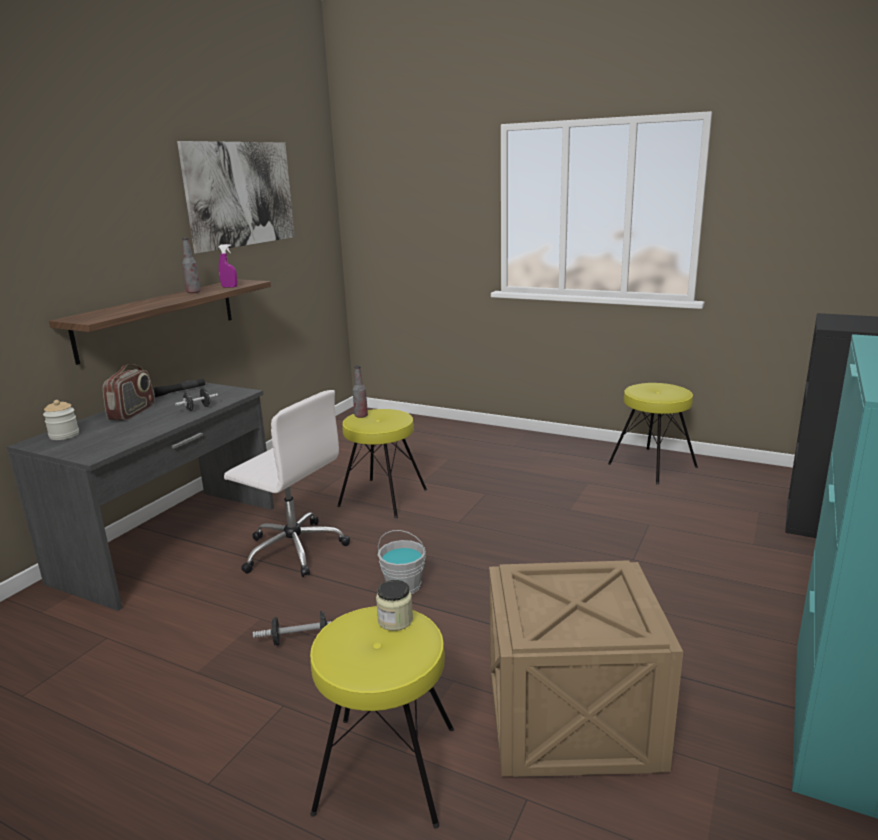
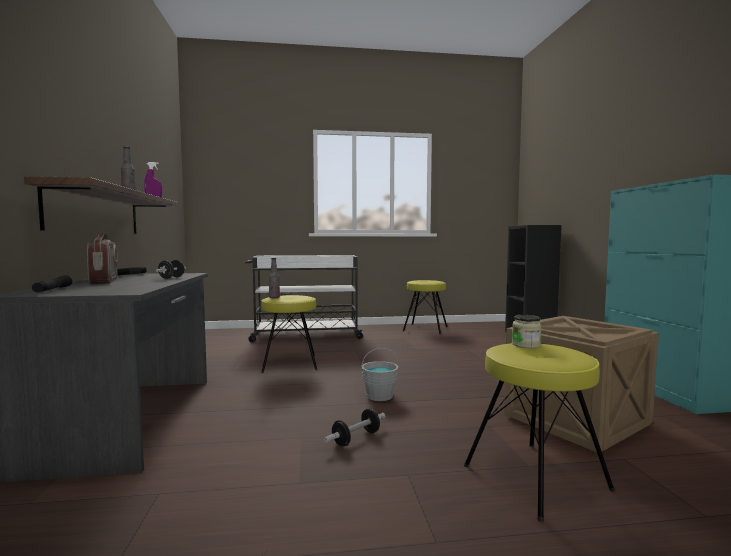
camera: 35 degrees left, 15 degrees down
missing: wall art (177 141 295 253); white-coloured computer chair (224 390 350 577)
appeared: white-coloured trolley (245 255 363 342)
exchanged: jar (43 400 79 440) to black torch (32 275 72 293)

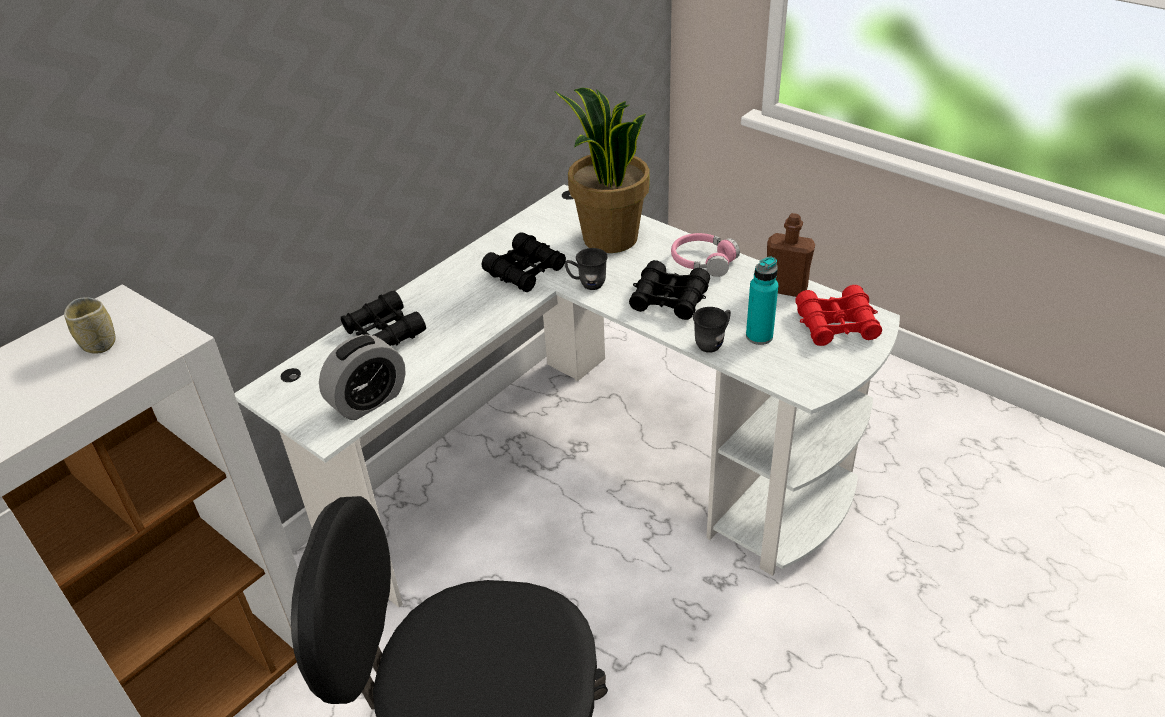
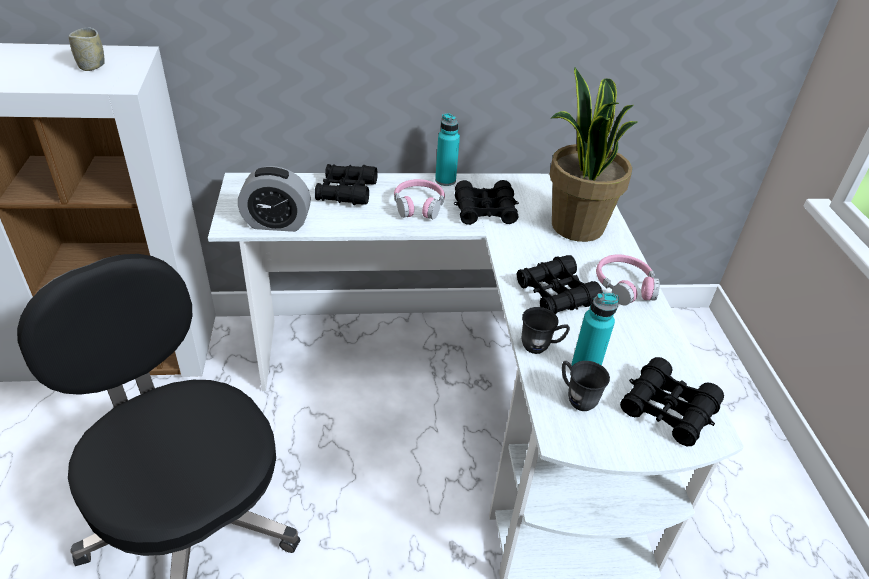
camera: 40 degrees right, 0 degrees up
missing: brown beverage bottle (767 213 815 297)
appeared: turquoise-coloured beverage bottle (435 113 460 186); pink-coloured headphones (394 179 445 219)
relocated: grey mug (565 248 608 290) to (562 361 610 411)
colour: red pair of binoculars (796 285 882 346) to black pair of binoculars (620 357 724 446)

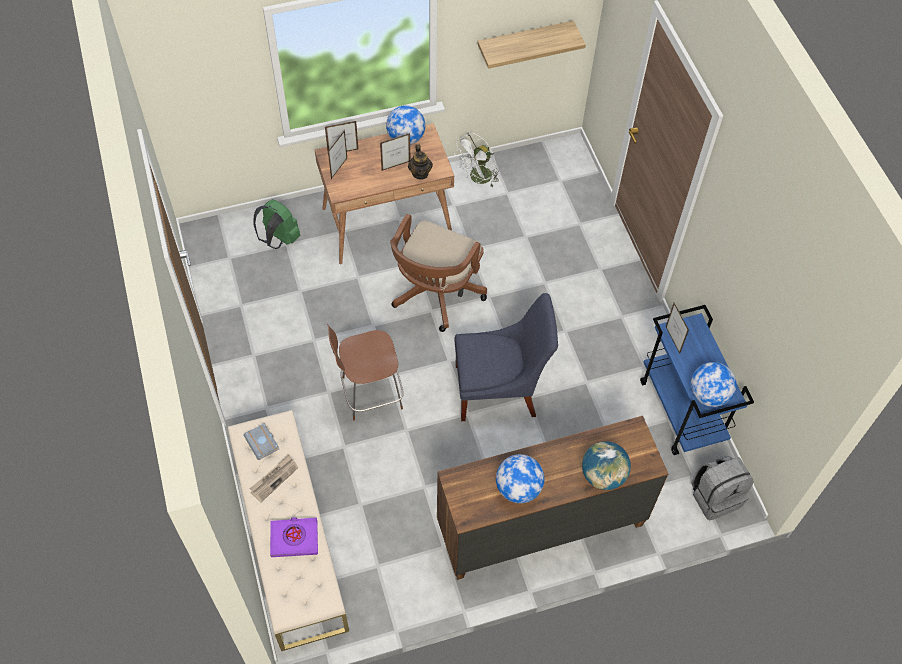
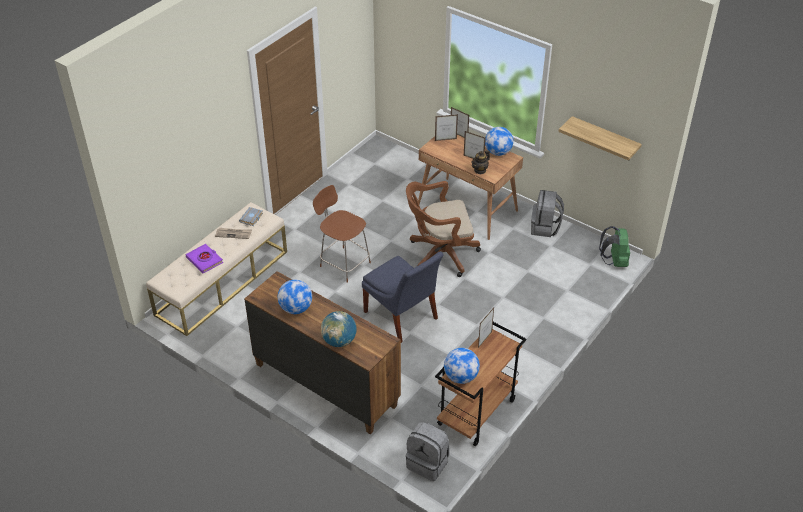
camera: 55 degrees right, 15 degrees down
relocated: greenish backpack (253 199 301 249) to (599 226 630 267)
exchanged: white-coloured electric fan (454 133 499 187) to grey backpack (531 190 564 237)
colour: blue-coloured trolley (640 305 754 455) to brown trolley (435 322 526 446)

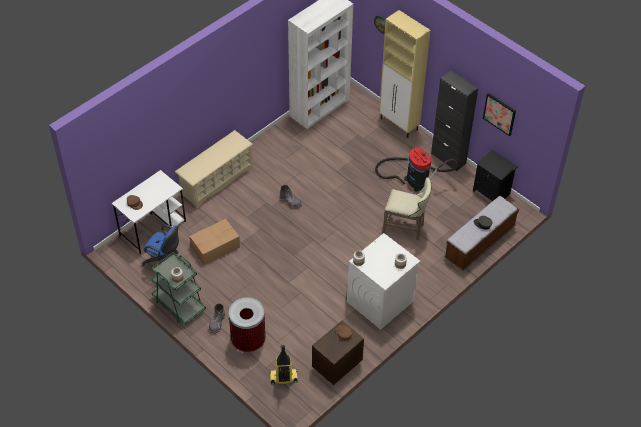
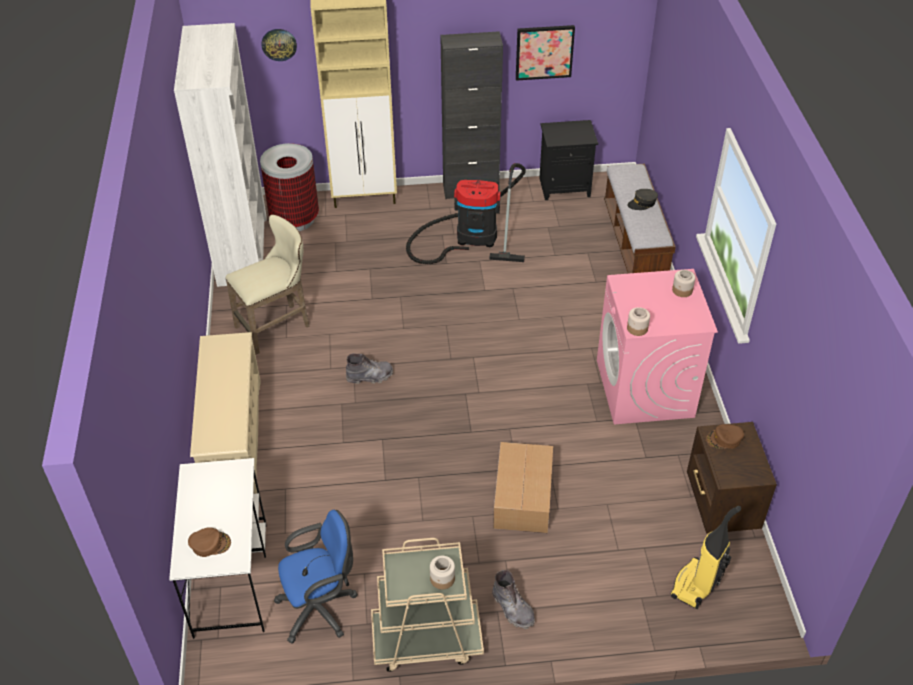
camera: 50 degrees left, 5 degrees down
relocated: beige-coloured stool (382 177 432 240) to (225 215 310 355); cardboard box (190 219 240 265) to (493 442 553 533); waste bin (229 298 266 353) to (260 143 319 231)
colour: white-coloured laundry machine (347 233 420 330) to pink-coloured laundry machine (597 269 718 424); greenish trolley (152 252 206 325) to beige-coloured trolley (371 538 484 672)

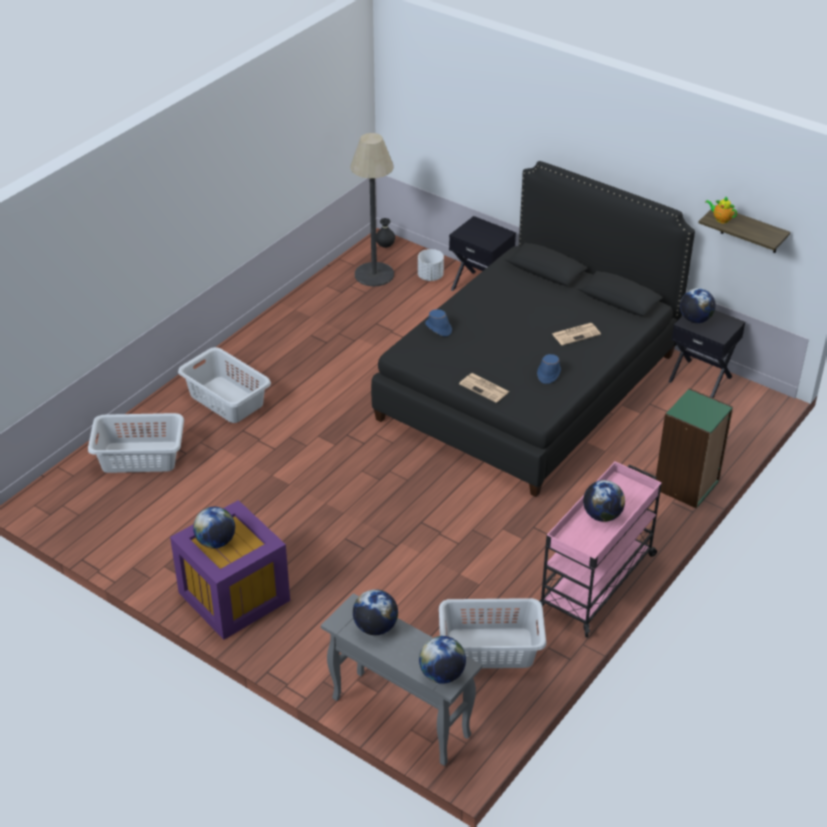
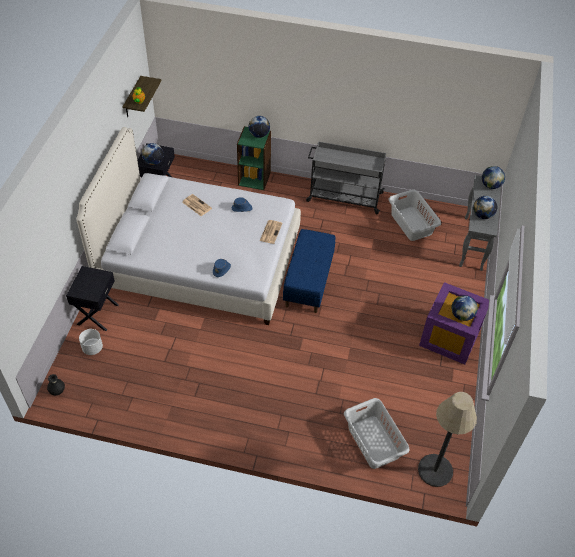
camera: 115 degrees left, 10 degrees up
missing: grey hamper (178 347 271 423)
appeared: blue-coloured bench (283 229 335 313)
relocated: floor lamp (350 133 394 286) to (418 392 477 487); world globe (583 480 625 522) to (249 116 270 138)
colour: black sleeping bed (371 161 695 497) to white-coloured sleeping bed (76 127 301 325); pink-coloured trolley (540 461 662 637) to grey trolley (306 141 386 214)

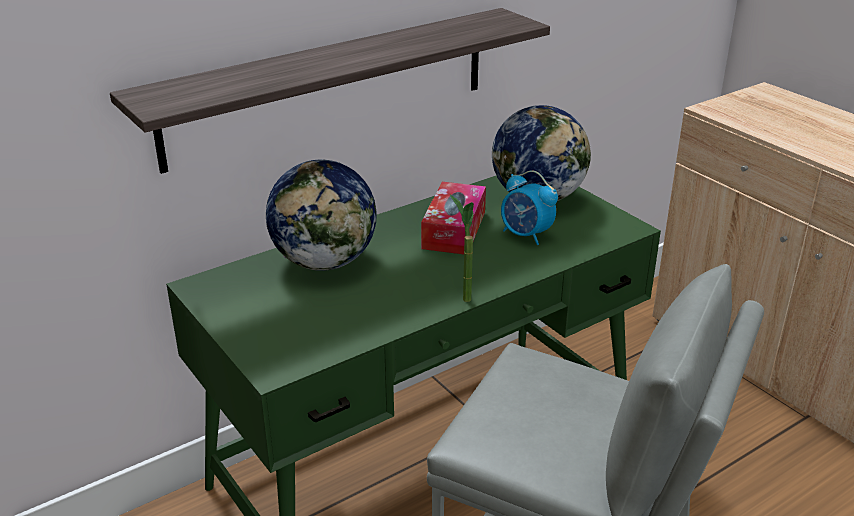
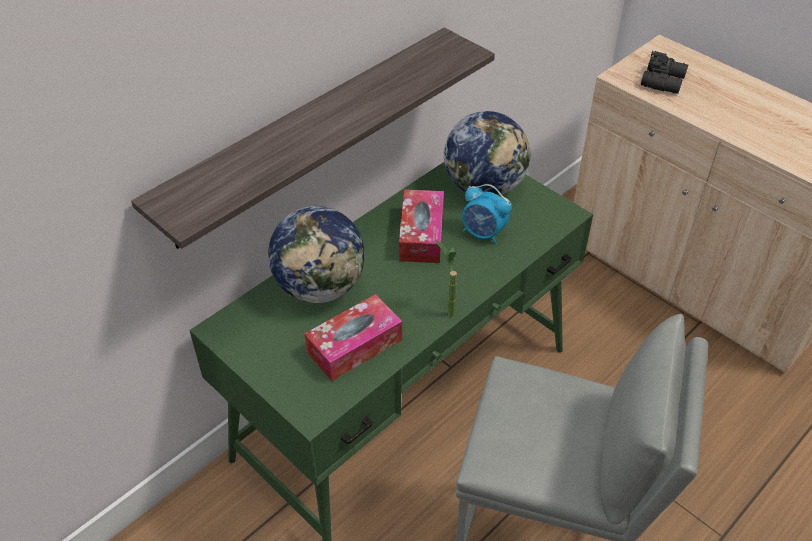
camera: 10 degrees left, 15 degrees up
appeared: black pair of binoculars (641 51 688 94); tissue box (304 294 402 381)

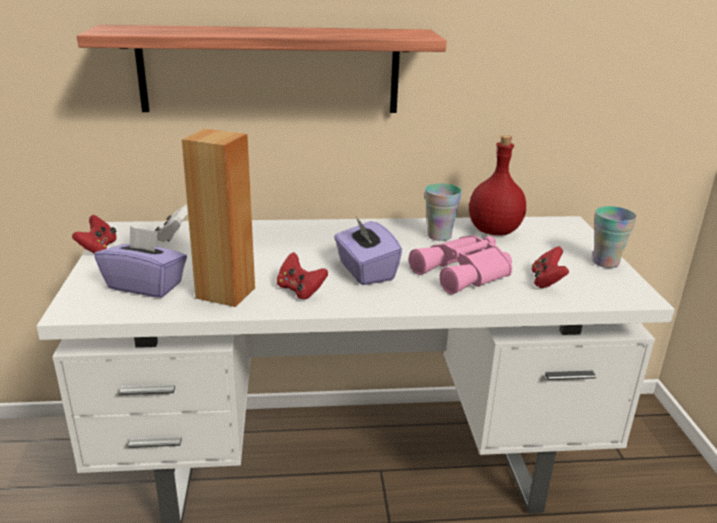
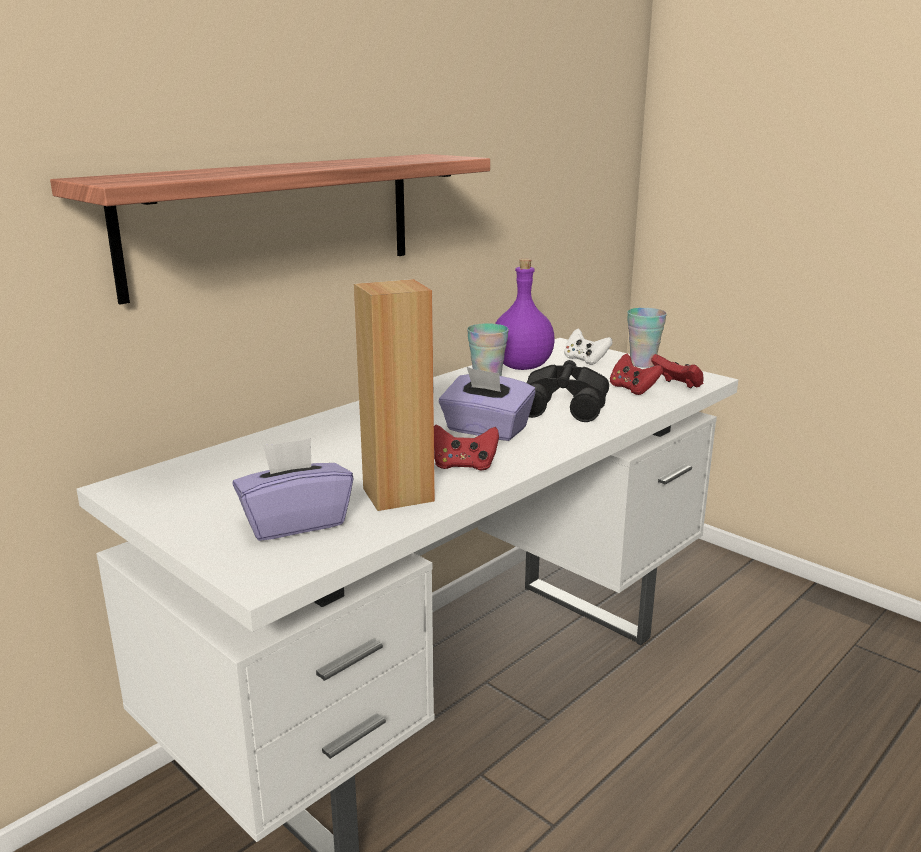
camera: 40 degrees left, 5 degrees down
relocated: white-coloured gamepad (155 205 188 242) to (564 329 613 365); red gamepad (72 215 117 254) to (651 354 704 388)
colour: red beverage bottle (469 135 526 236) to purple-coloured beverage bottle (495 259 555 370); pink-coloured pair of binoculars (409 235 512 294) to black pair of binoculars (527 360 609 422)

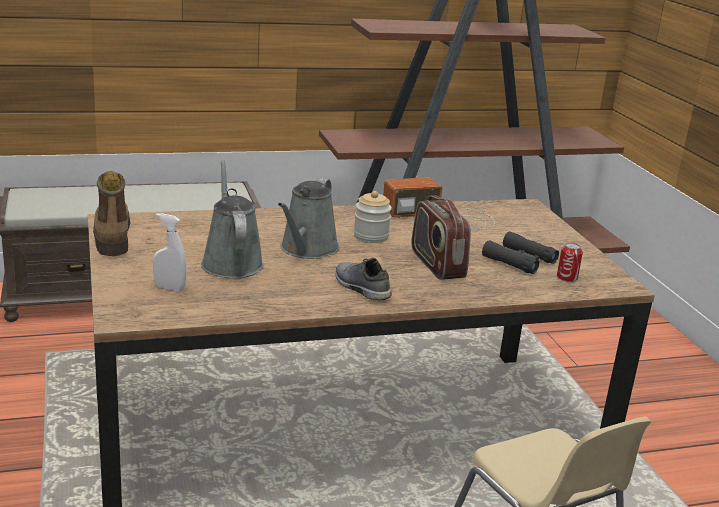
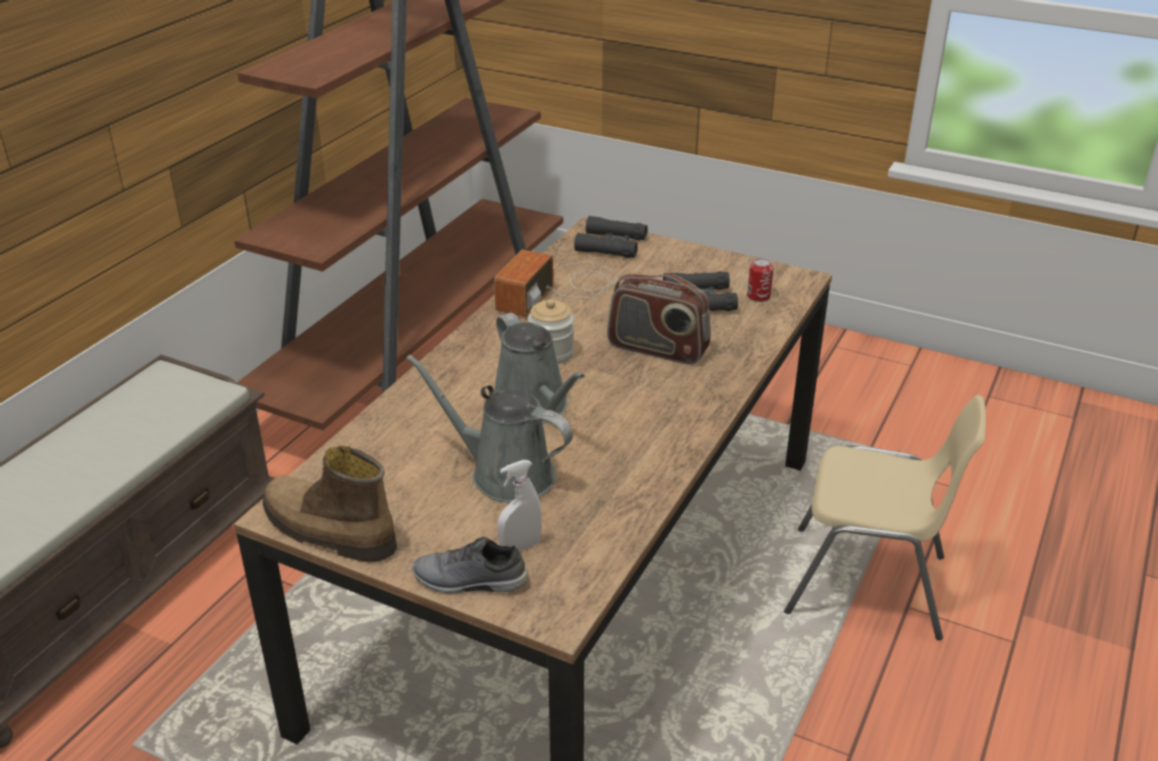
camera: 45 degrees left, 10 degrees up
appeared: black pair of binoculars (574 216 647 258)
relocated: grey item of footwear (335 258 392 300) to (412 537 529 594)

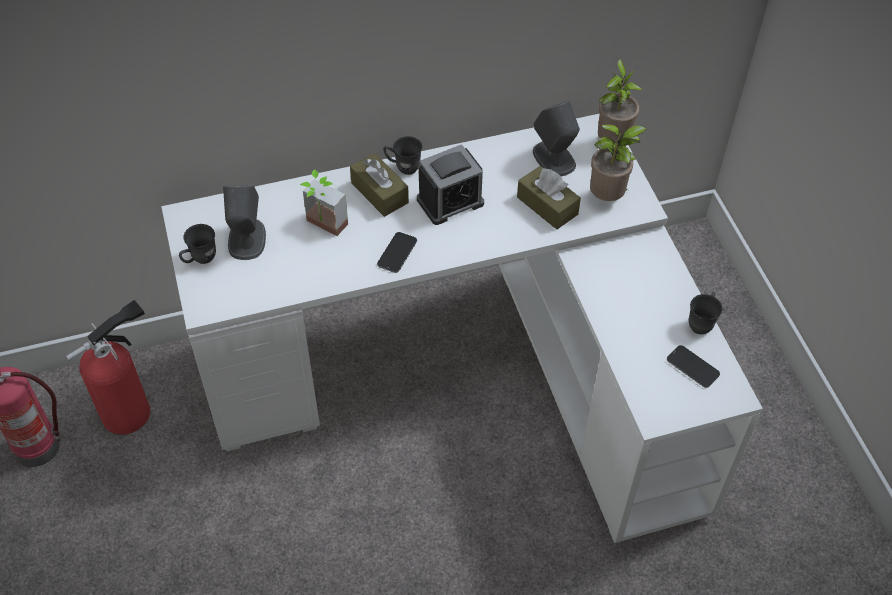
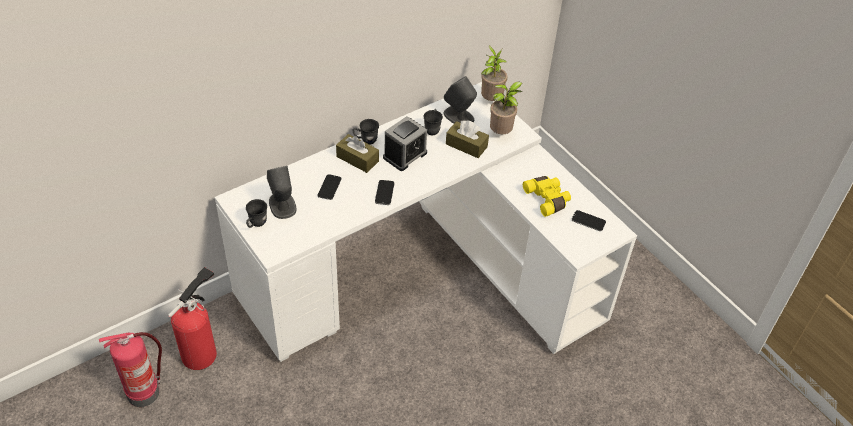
camera: 20 degrees left, 5 degrees down
appeared: yellow-coloured pair of binoculars (523 176 571 217)
relocated: grey mug (689 292 722 334) to (424 109 443 135)
exchanged: houseplant (300 169 348 236) to phone (318 174 341 200)

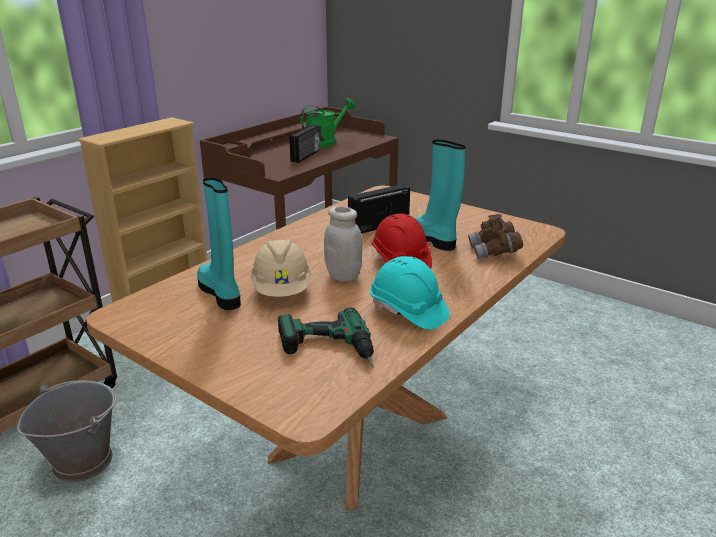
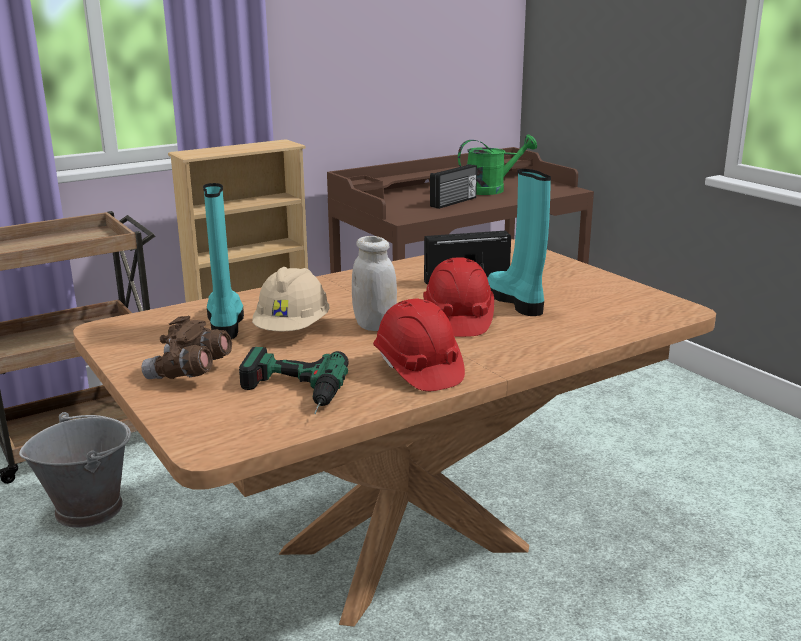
camera: 20 degrees right, 5 degrees down
relocated: brown pair of binoculars (468 214 523 259) to (141 316 232 379)
colour: turquoise-coloured work helmet (370 256 450 330) to red work helmet (373 299 465 391)

